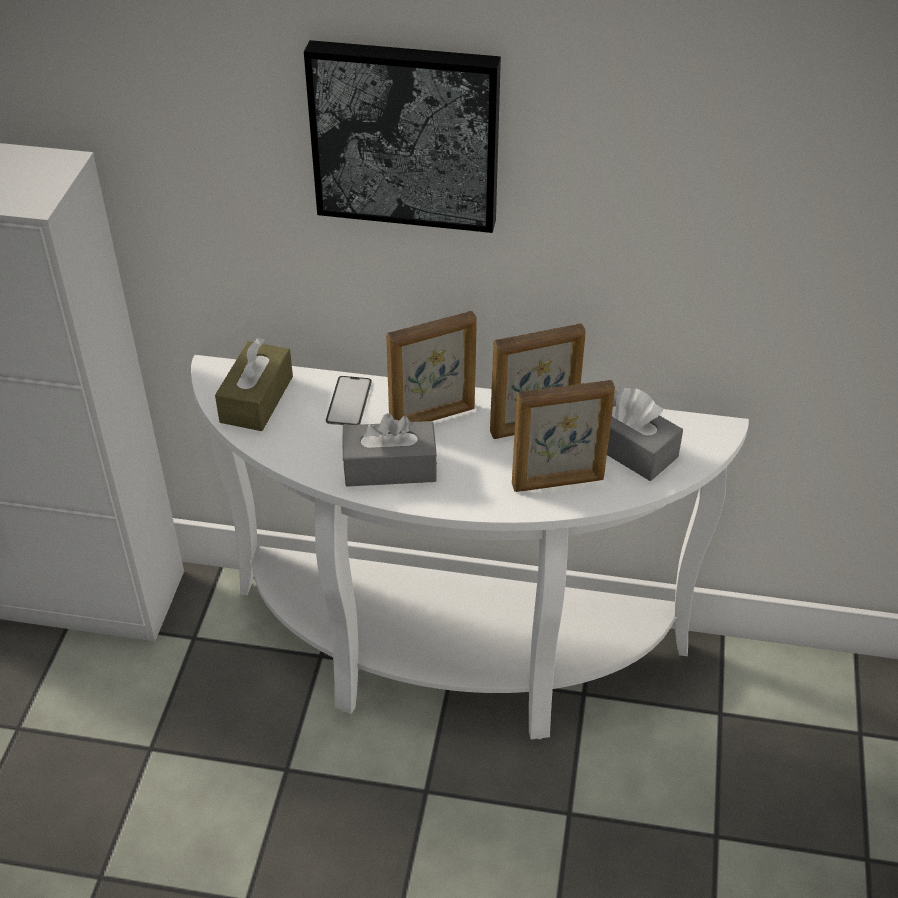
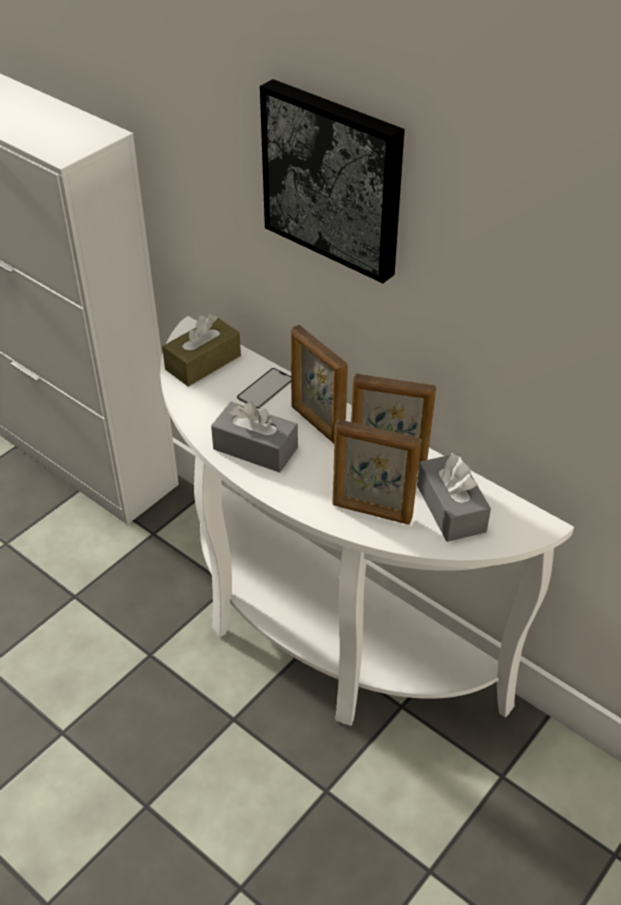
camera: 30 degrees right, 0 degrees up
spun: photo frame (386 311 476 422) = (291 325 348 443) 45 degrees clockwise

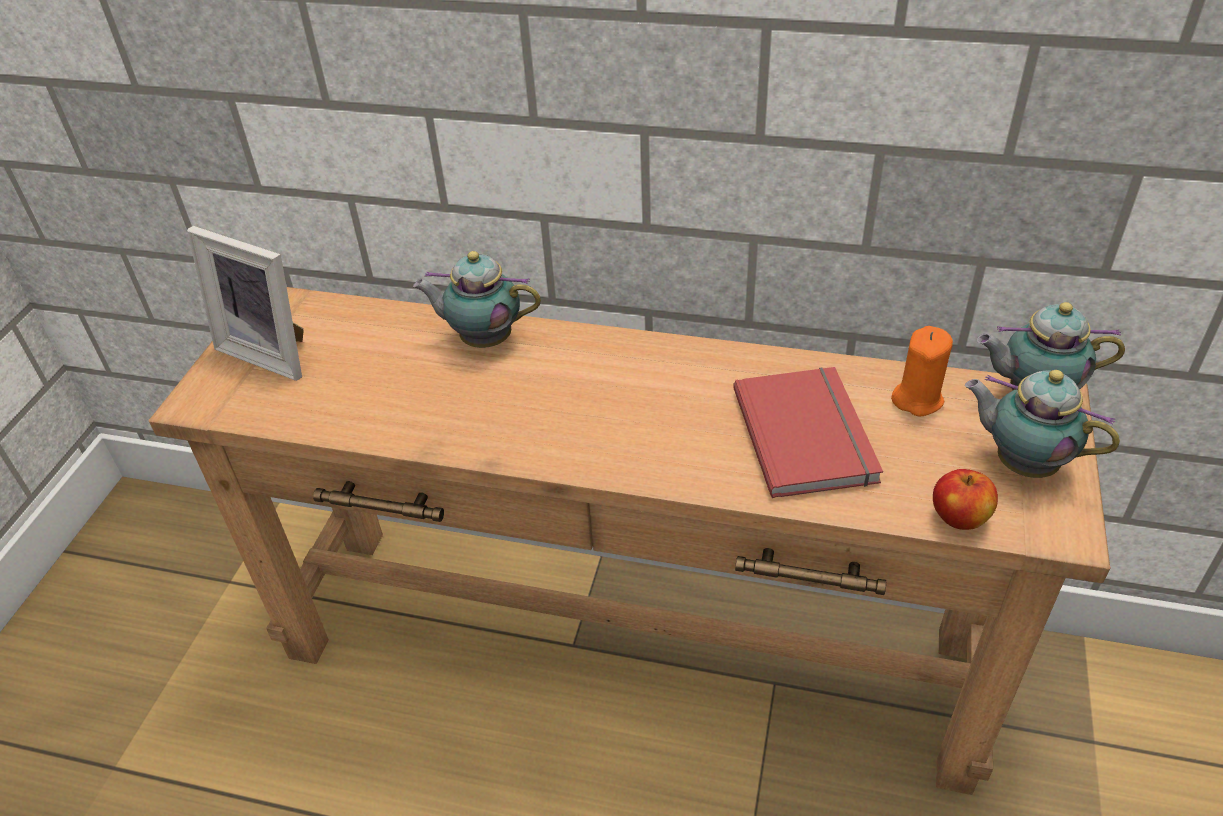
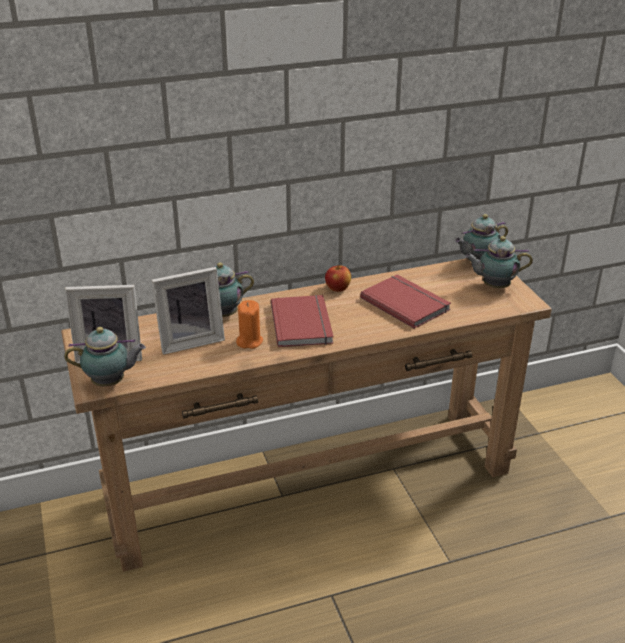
camera: 35 degrees left, 10 degrees down
appeared: photo frame (151 267 225 355); red volume (271 295 334 347); teapot (64 327 146 387)
relocated: orangey wax candle (891 326 953 417) to (236 300 263 349); whole apple (933 469 998 530) to (325 265 351 292)

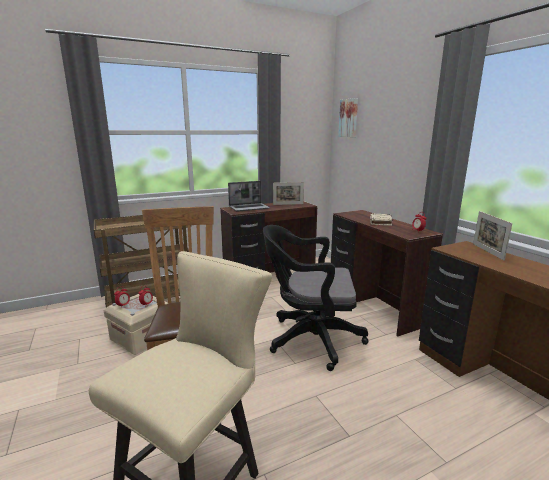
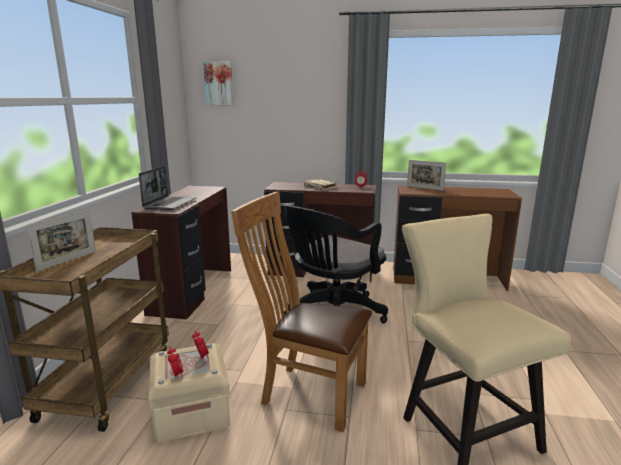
camera: 55 degrees left, 0 degrees up
relocated: photo frame (273 182 304 205) to (27 210 96 272)

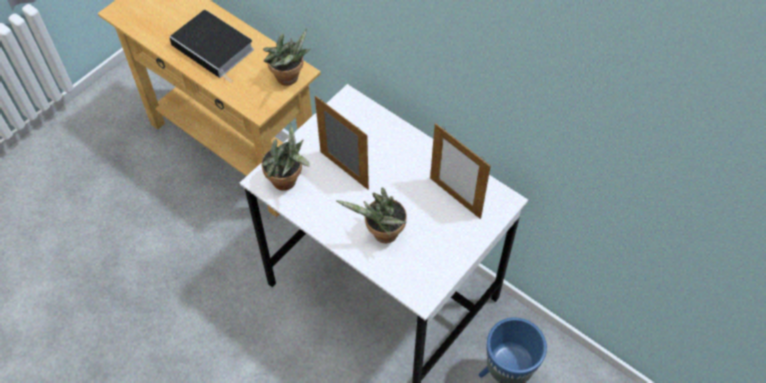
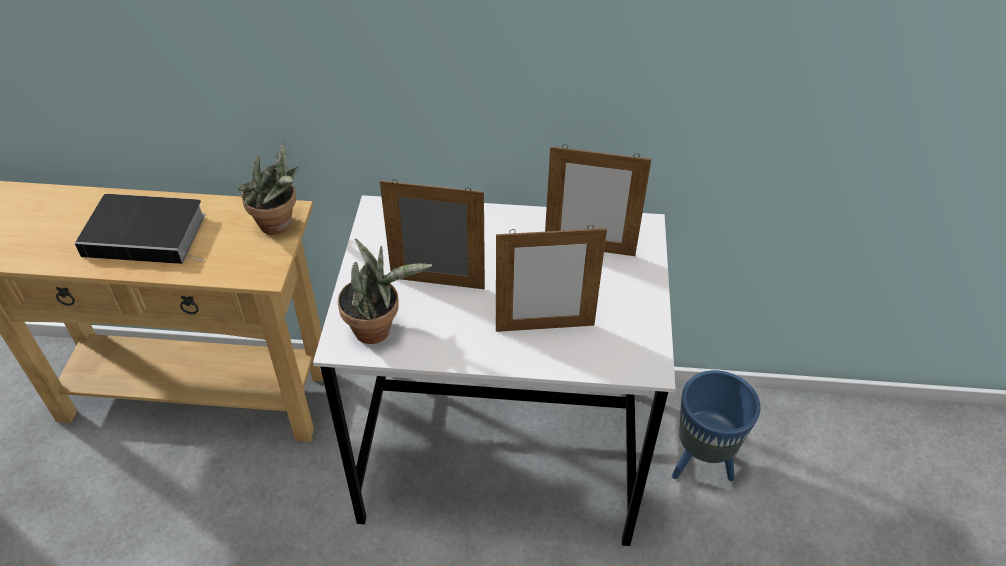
camera: 35 degrees left, 10 degrees down
exchanged: houseplant (336 187 407 243) to photo frame (496 225 607 332)

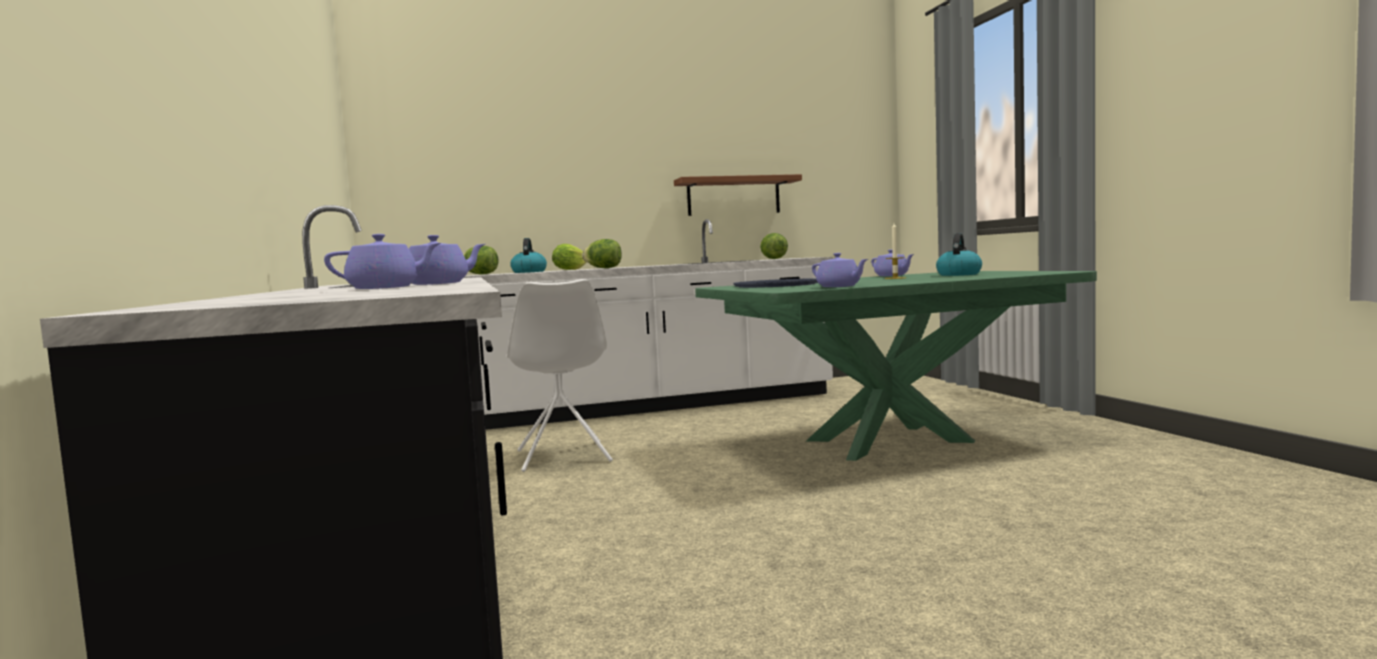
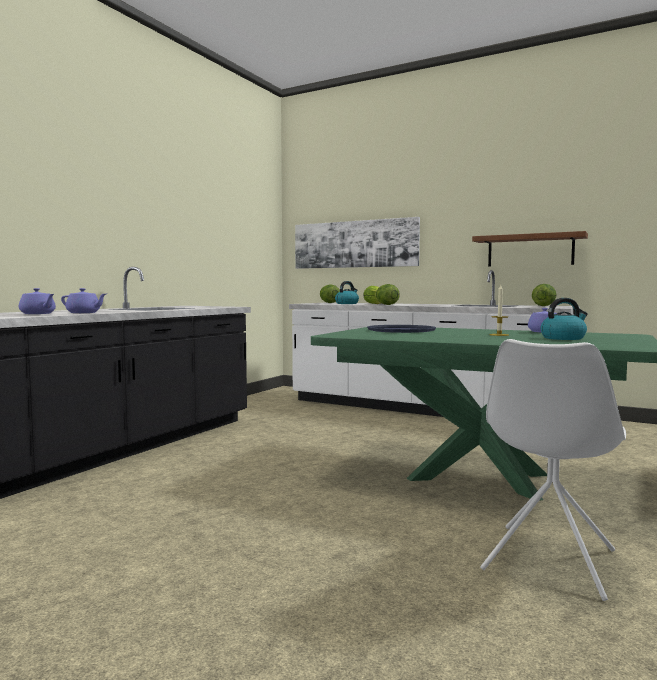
camera: 45 degrees right, 0 degrees up
missing: purple-coloured teapot (812 253 868 287)
appeared: wall art (295 217 420 269)
relocated: white-coloured plain chair (507 279 613 472) to (480 339 626 601)

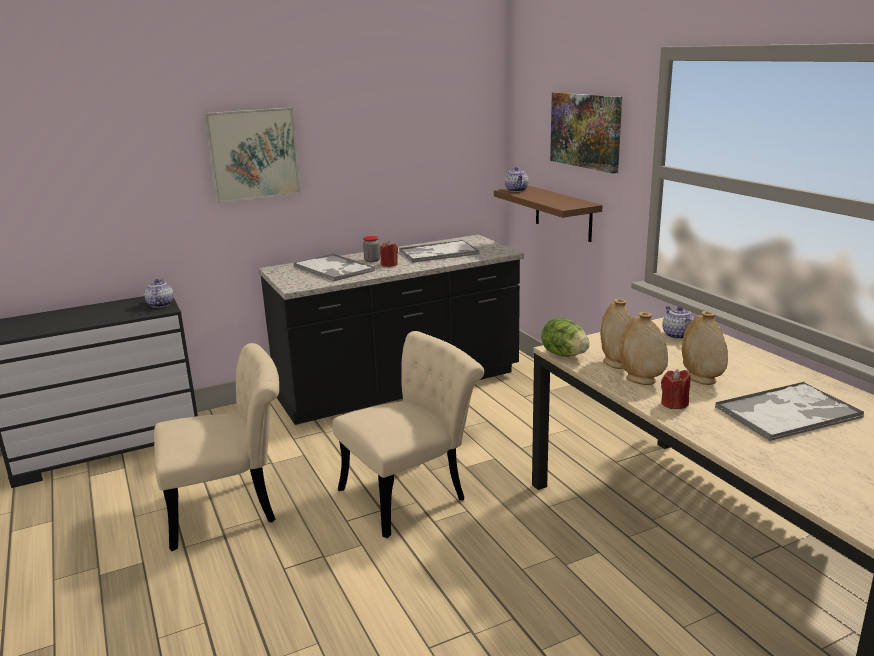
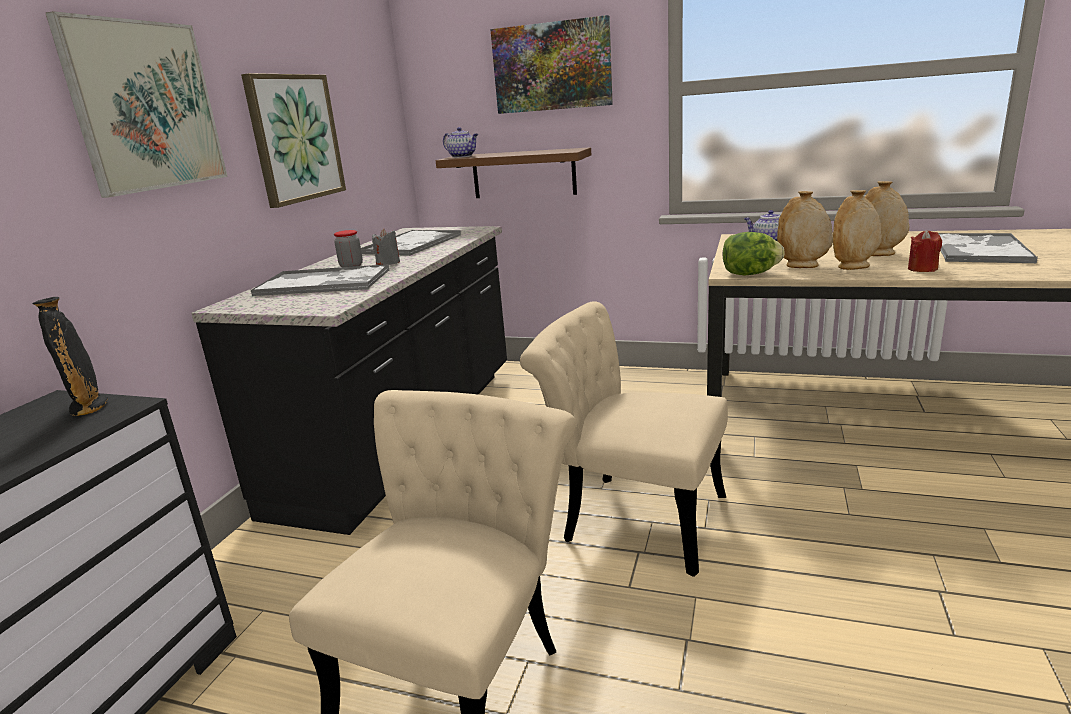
camera: 45 degrees left, 0 degrees up
appeared: wall art (241 73 346 208)
exchanged: teapot (144 279 174 308) to black flower vase (32 297 108 416)
colour: red wax candle (380 241 398 267) to grey wax candle (372 228 400 265)
spun: beige-coloured plain chair (333 331 484 538) = (520 301 728 577) 75 degrees counterclockwise

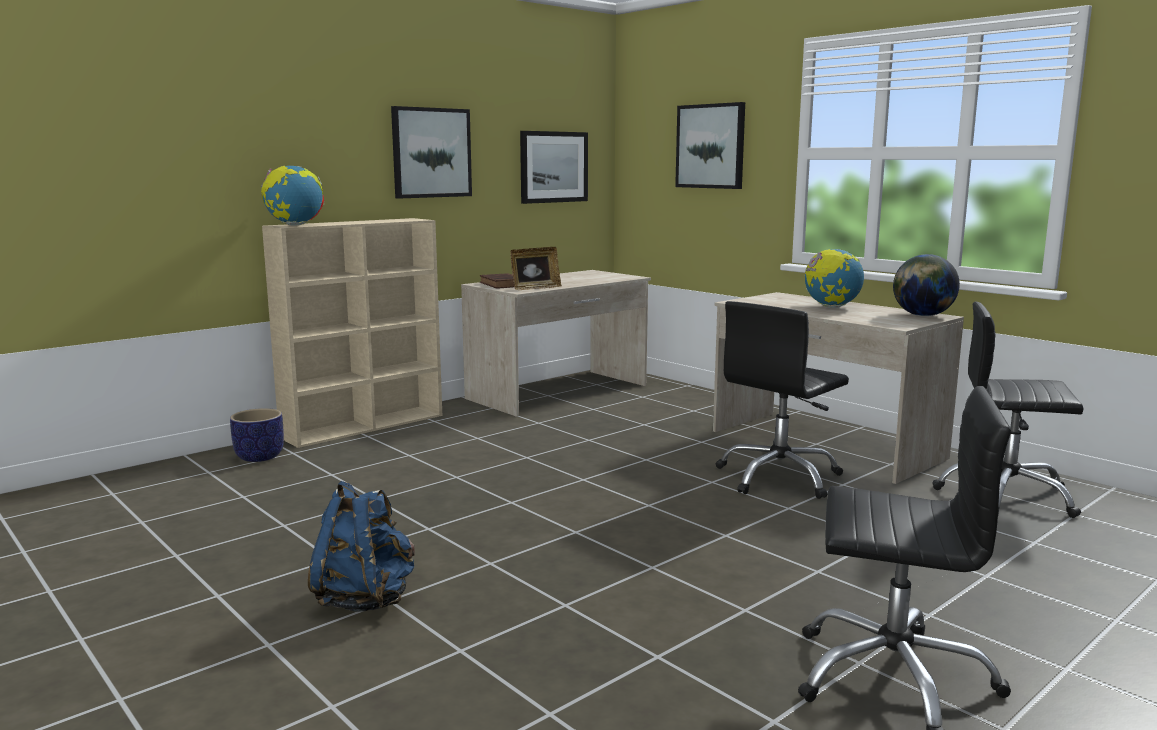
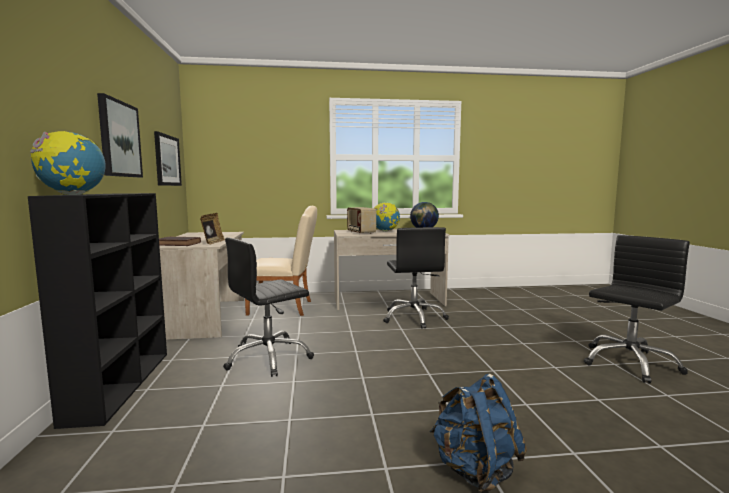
camera: 55 degrees left, 5 degrees down
missing: wall art (675 102 745 189); plant pot (230 408 284 462)
appeared: beige-coloured plain chair (245 206 317 316); radio (347 207 376 235)
relocated: black computer chair (932 302 1084 518) to (223 238 314 377)
colour: beige-coloured bookshelf (262 218 442 448) to black bookshelf (28 193 167 429)

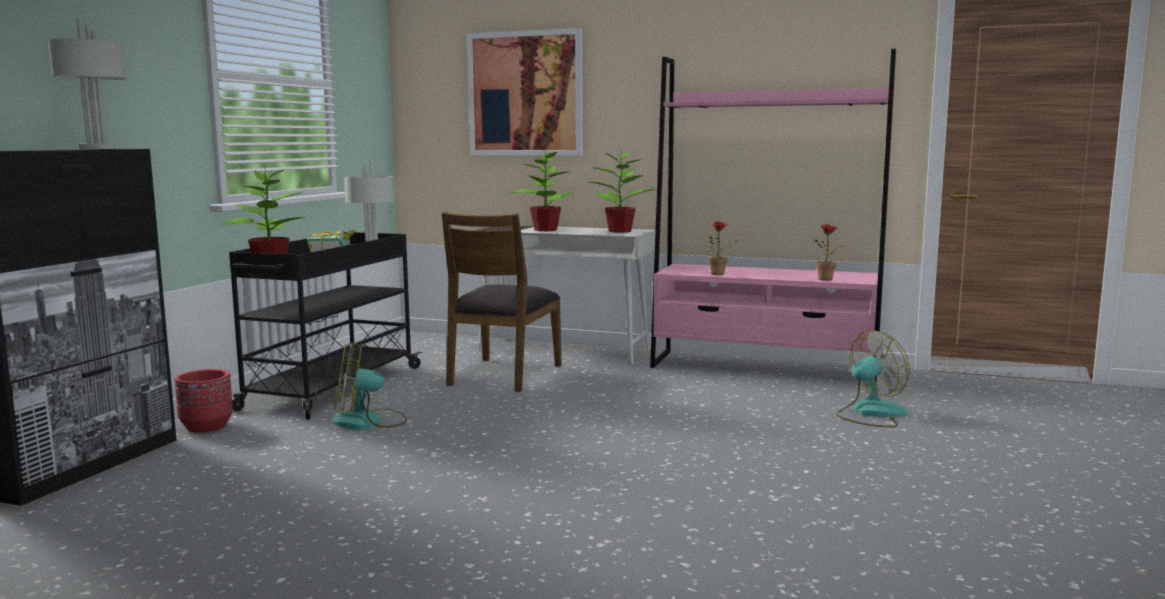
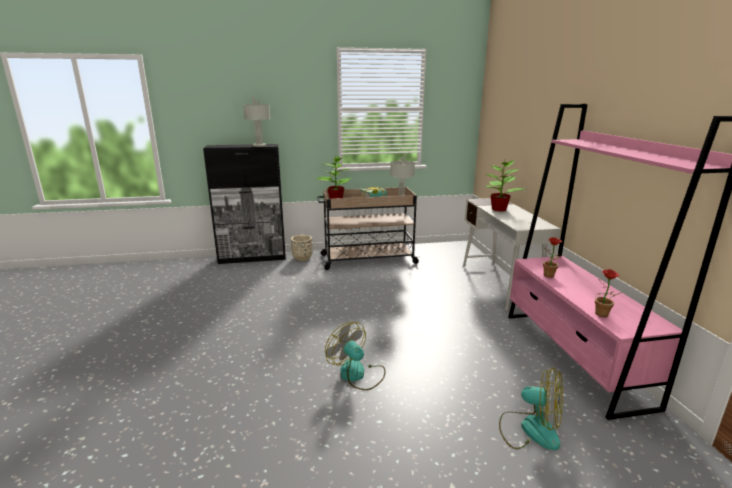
camera: 60 degrees right, 10 degrees up
missing: wall art (467 28 583 156); houseplant (590 148 656 233); brown plain chair (442 212 562 392)
relocated: electric fan (332 342 407 430) to (325 322 386 390)
colour: black trolley (229 232 423 420) to beige-coloured trolley (317 187 420 270); red plant pot (175 369 233 433) to beige-coloured plant pot (291 235 313 261)

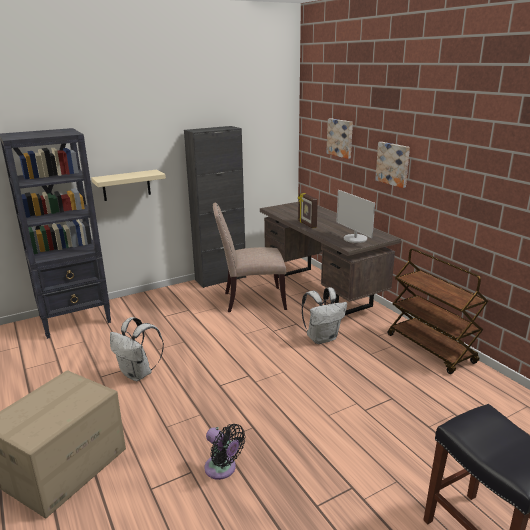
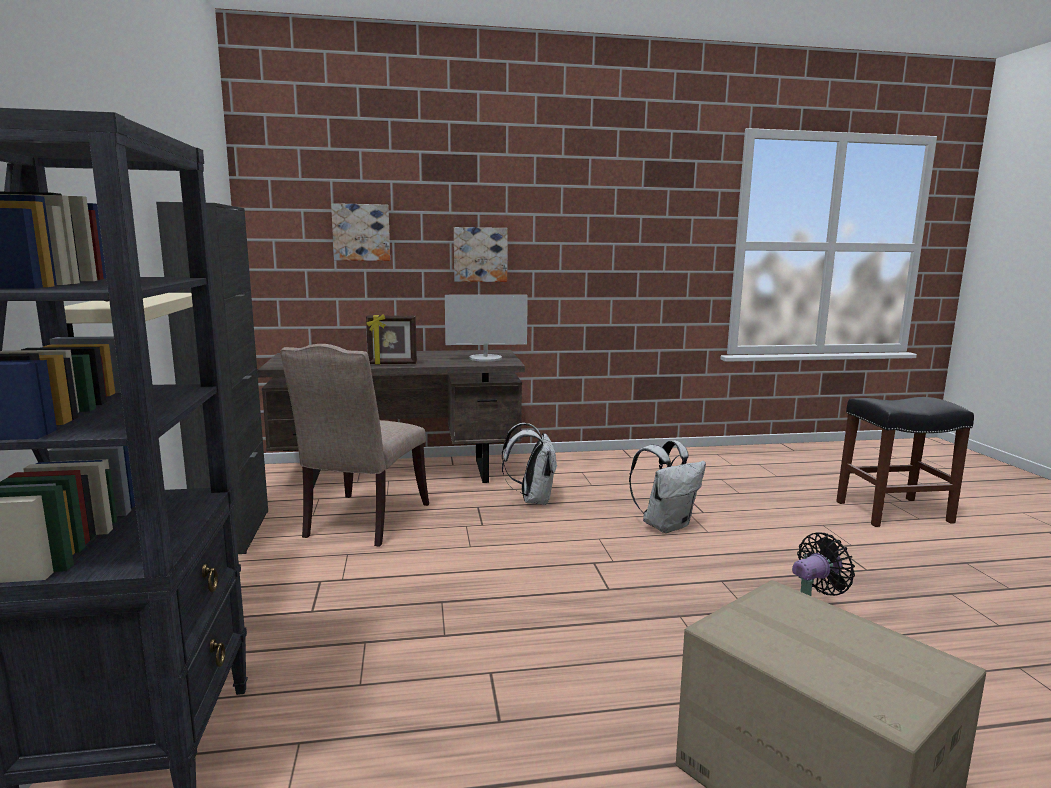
camera: 70 degrees left, 10 degrees down
missing: brown trolley (387 248 489 374)
relocated: white-coloured backpack (110 317 164 381) to (629 440 706 533)

